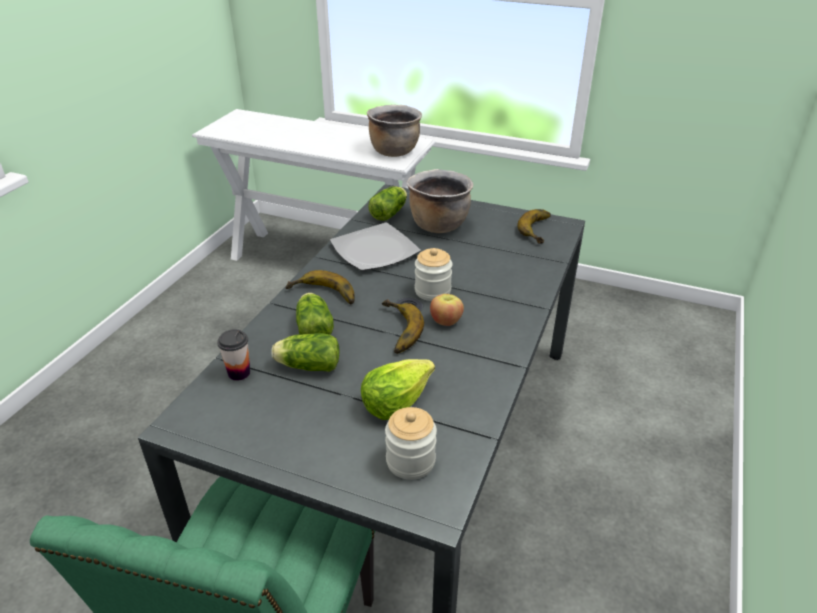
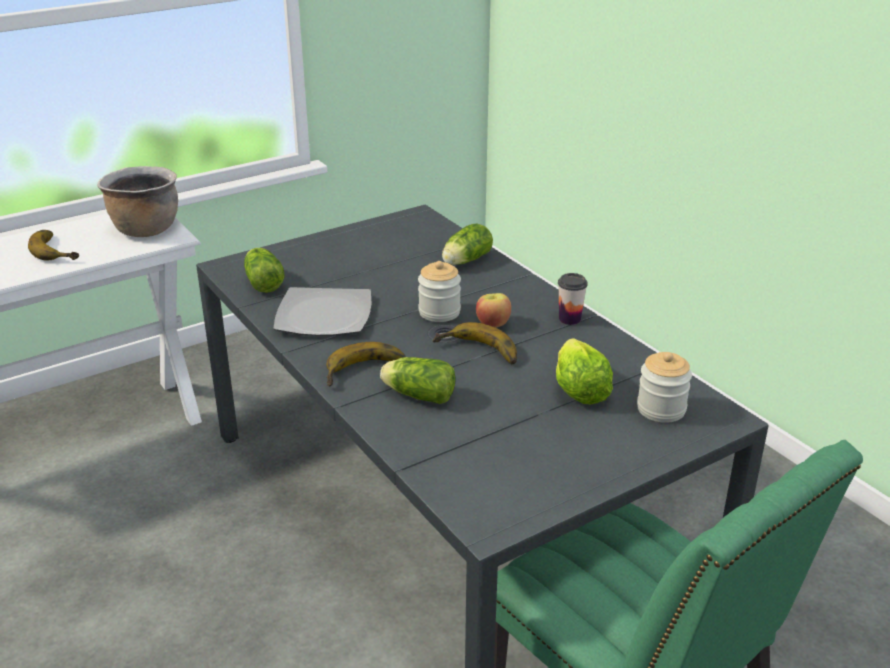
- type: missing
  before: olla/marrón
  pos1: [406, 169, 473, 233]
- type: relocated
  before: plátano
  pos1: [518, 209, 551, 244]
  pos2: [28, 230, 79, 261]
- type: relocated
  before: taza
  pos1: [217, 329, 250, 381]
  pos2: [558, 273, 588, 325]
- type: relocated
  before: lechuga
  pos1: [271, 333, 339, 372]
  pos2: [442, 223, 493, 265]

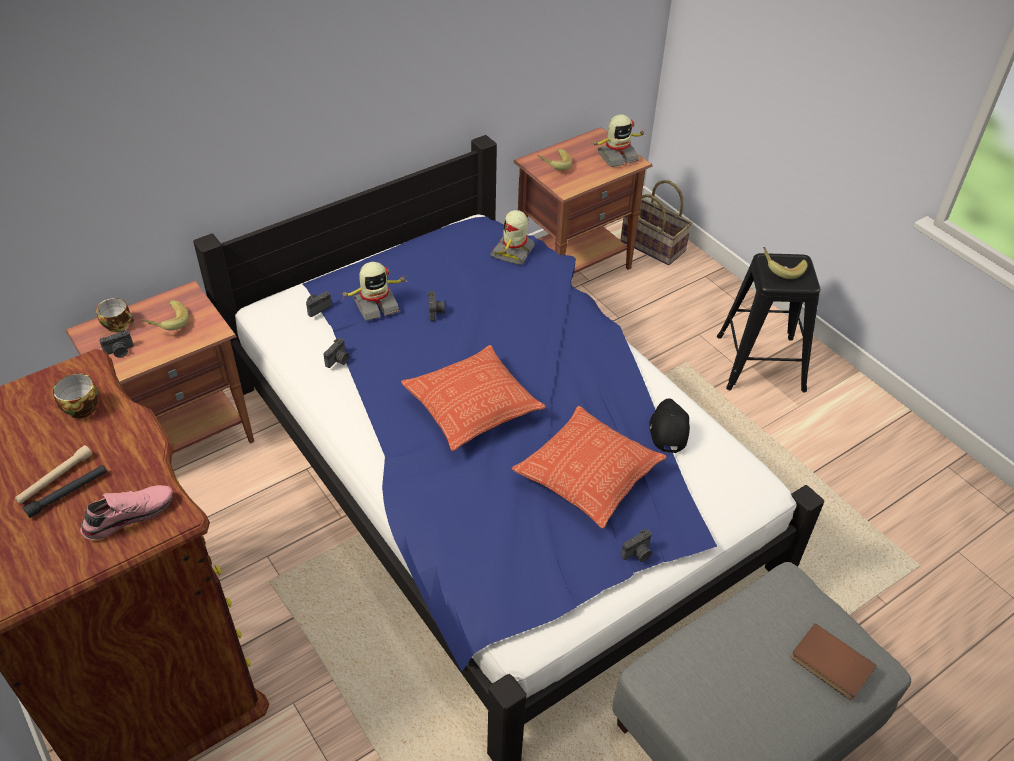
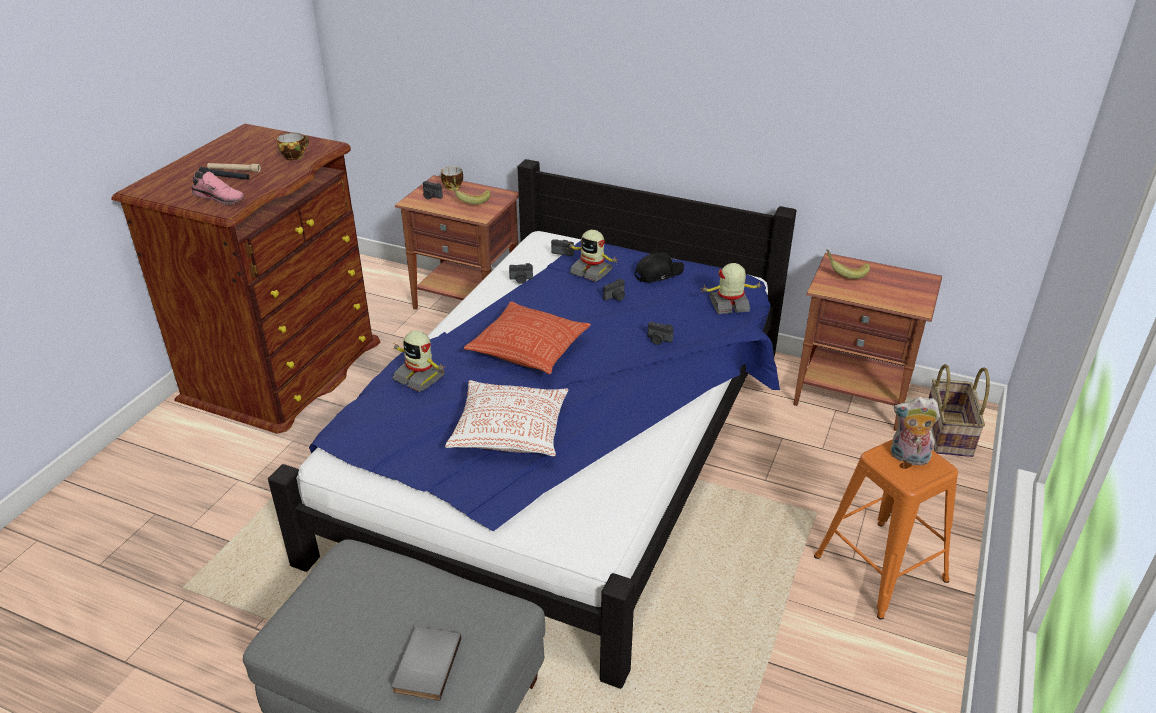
- type: relocated
  before: robot de juguete
  pos1: [592, 114, 645, 167]
  pos2: [392, 331, 446, 392]
- type: exchanged
  before: plátano
  after: peluche
  pos1: [763, 247, 808, 279]
  pos2: [891, 397, 940, 465]
- type: colour
  before: taburete/negro
  after: taburete/naranja
  pos1: [717, 253, 820, 392]
  pos2: [814, 439, 958, 620]
- type: relocated
  before: gorra/negro
  pos1: [649, 398, 690, 453]
  pos2: [635, 252, 684, 283]
- type: colour
  before: cojín/naranja
  after: cojín/blanco
  pos1: [512, 406, 666, 529]
  pos2: [445, 380, 568, 457]
- type: relocated
  before: cámara
  pos1: [621, 529, 652, 562]
  pos2: [648, 322, 674, 345]
- type: colour
  before: libro/marrón
  after: libro/gris
  pos1: [791, 623, 877, 700]
  pos2: [392, 627, 462, 701]

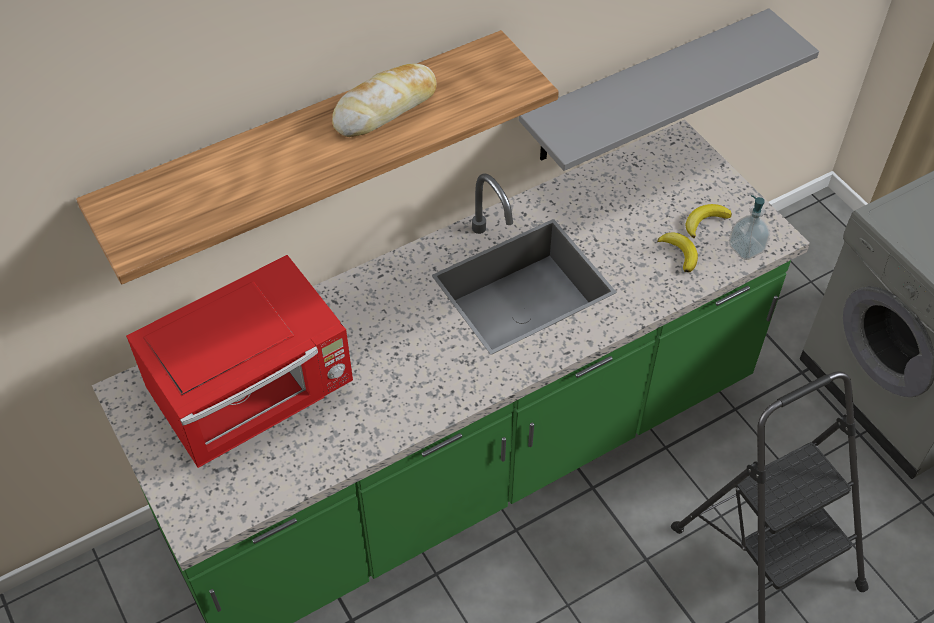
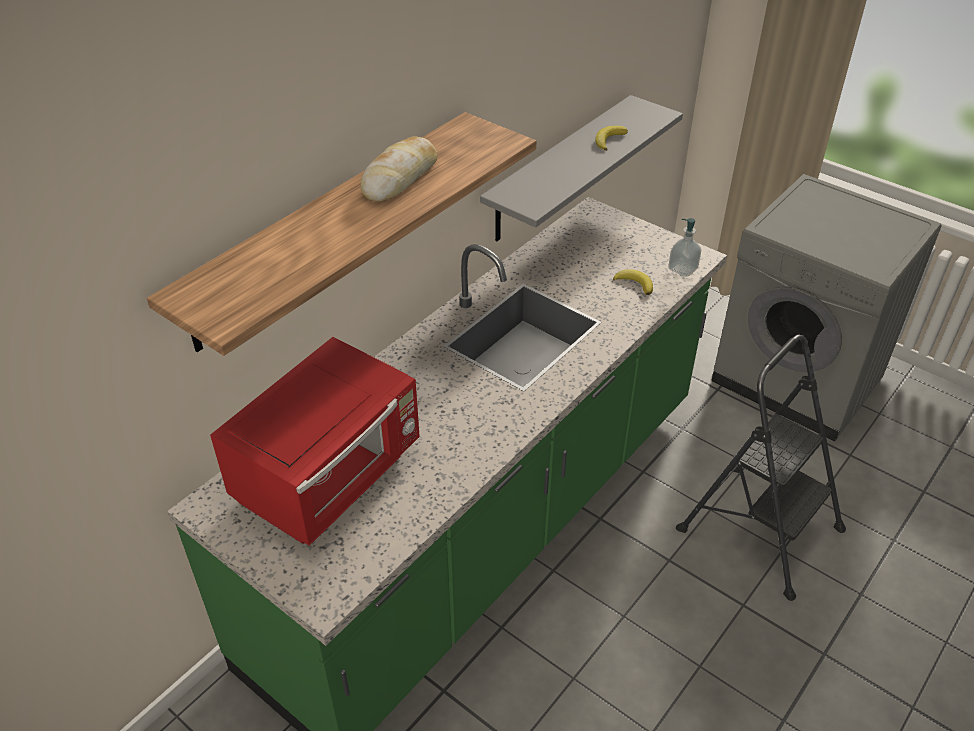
- type: relocated
  before: plátano
  pos1: [686, 204, 732, 238]
  pos2: [595, 126, 628, 151]

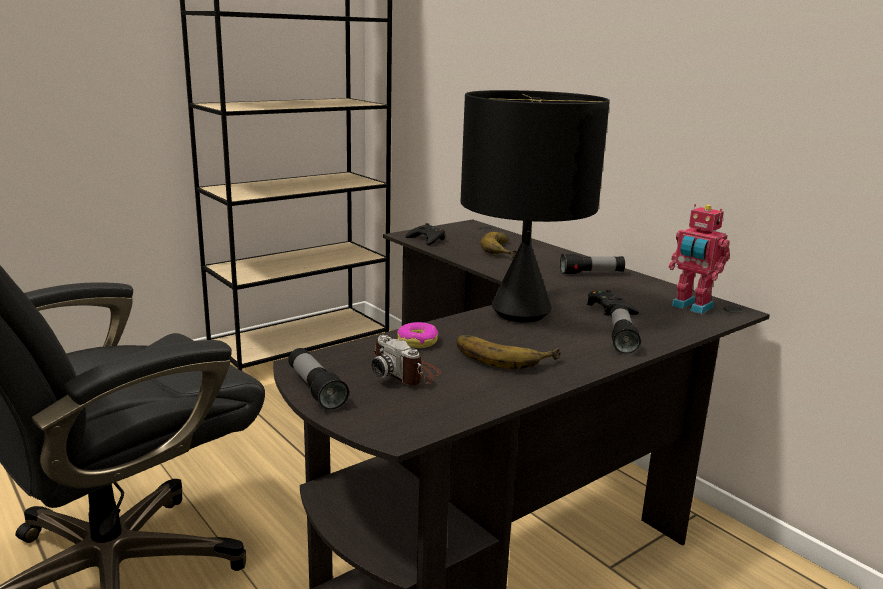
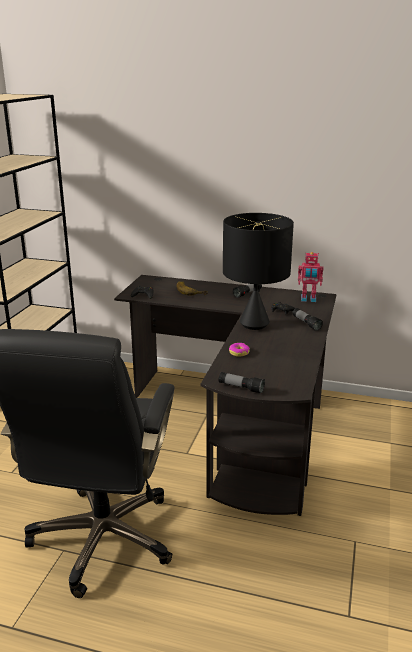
- type: missing
  before: cámara
  pos1: [372, 335, 441, 386]
- type: missing
  before: plátano
  pos1: [456, 335, 561, 369]

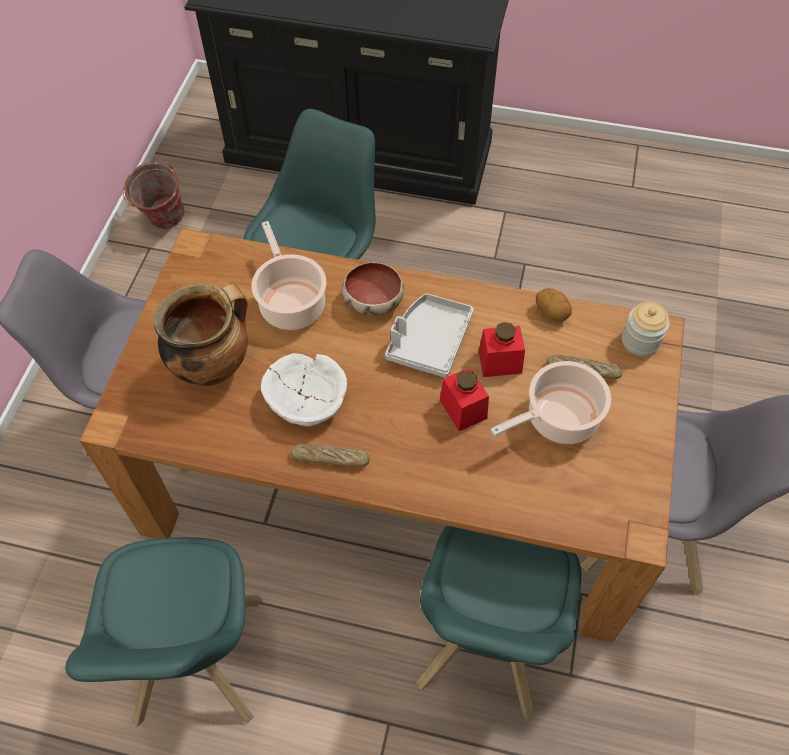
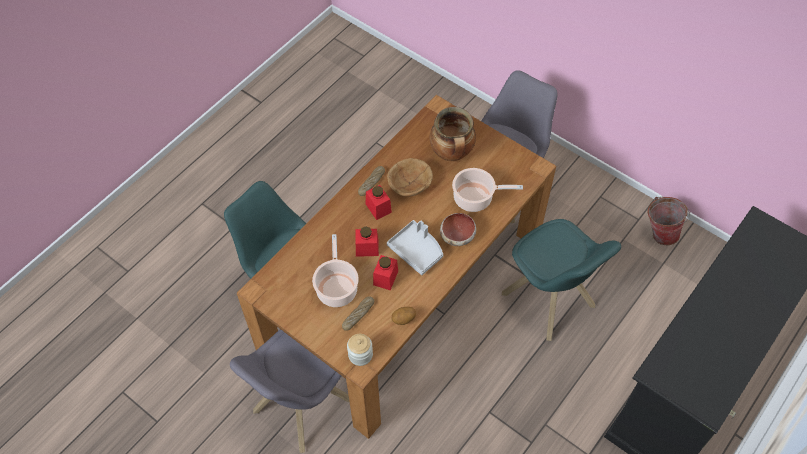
- type: colour
  before: cuenco/blanco
  after: cuenco/marrón
  pos1: [261, 353, 347, 426]
  pos2: [387, 158, 433, 197]
- type: missing
  before: silla/turquesa
  pos1: [65, 537, 263, 727]
- type: appeared
  after: tarro/rojo
  pos2: [366, 185, 392, 220]

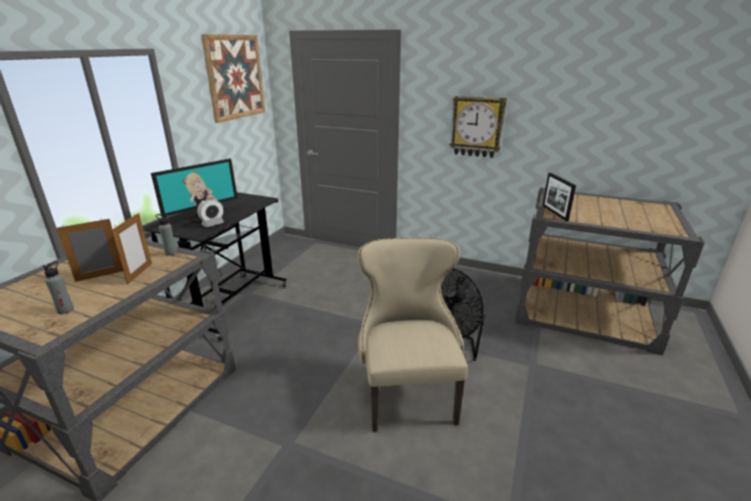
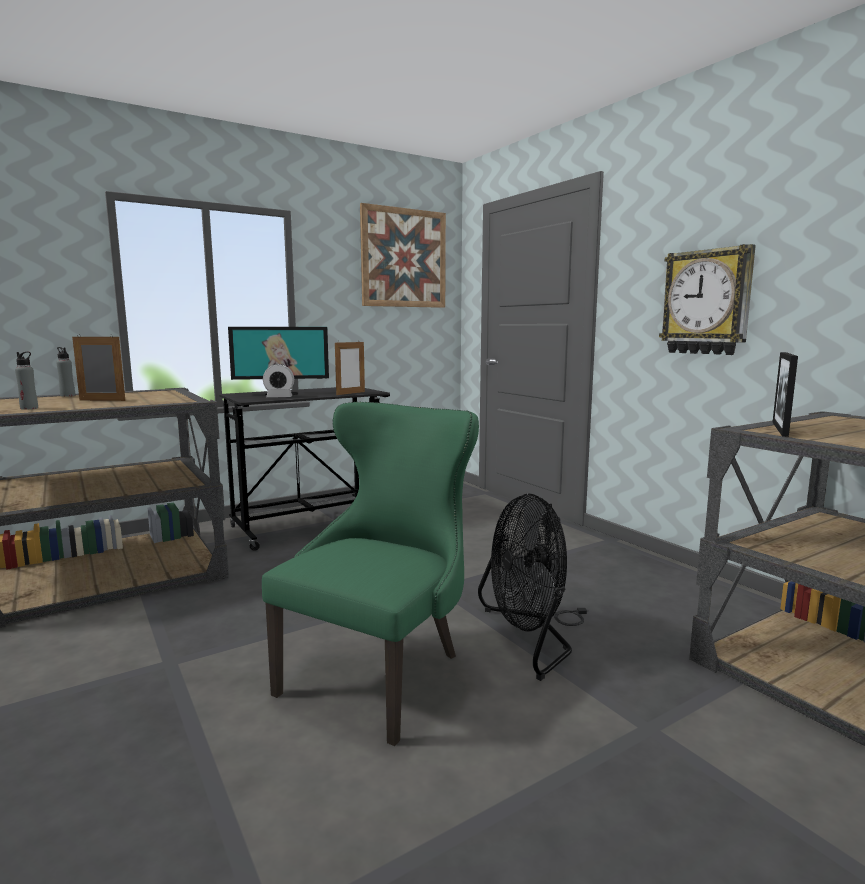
- type: relocated
  before: portarretratos
  pos1: [111, 213, 152, 284]
  pos2: [335, 340, 365, 395]
- type: relocated
  before: botella/gris
  pos1: [156, 214, 177, 256]
  pos2: [56, 347, 75, 397]
- type: colour
  before: silla/beis
  after: silla/verde
  pos1: [358, 238, 468, 432]
  pos2: [262, 402, 479, 746]

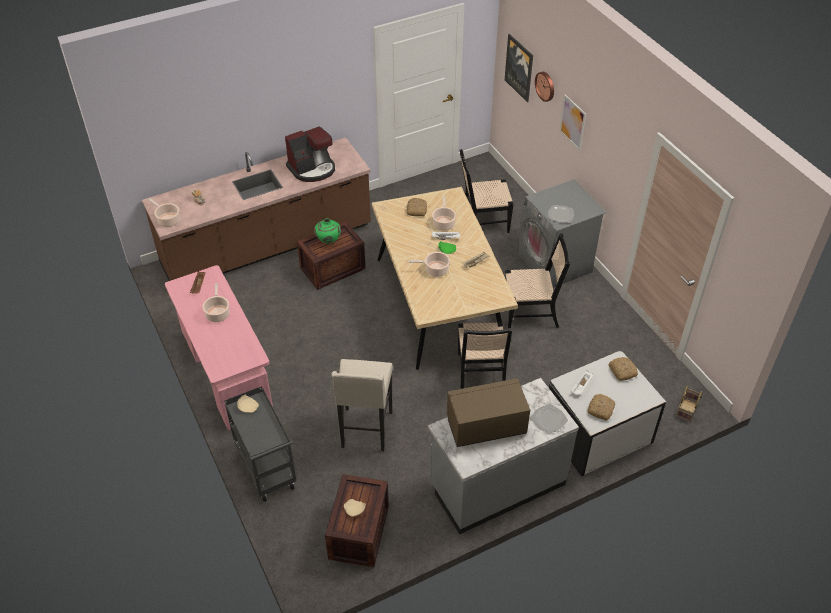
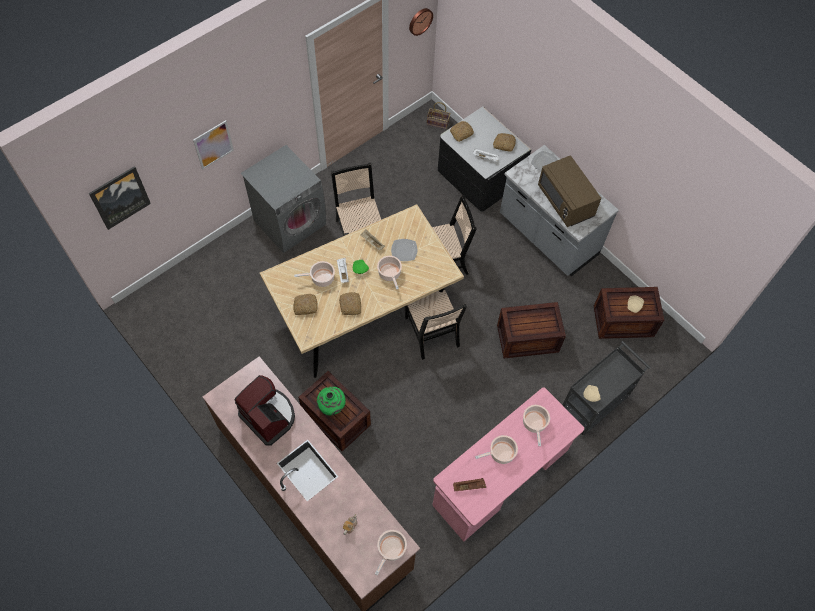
- type: relocated
  before: reloj de pared
  pos1: [535, 72, 554, 102]
  pos2: [409, 8, 433, 36]
- type: relocated
  before: silla
  pos1: [460, 149, 513, 233]
  pos2: [405, 288, 467, 360]
- type: relocated
  before: plato
  pos1: [548, 205, 574, 223]
  pos2: [391, 239, 418, 261]
- type: exchanged
  before: taburete/beis
  after: caja de embalaje
  pos1: [332, 359, 393, 451]
  pos2: [497, 302, 566, 358]
- type: appeared
  after: pan
  pos2: [339, 292, 361, 315]
- type: appeared
  after: olla
  pos2: [523, 405, 550, 446]

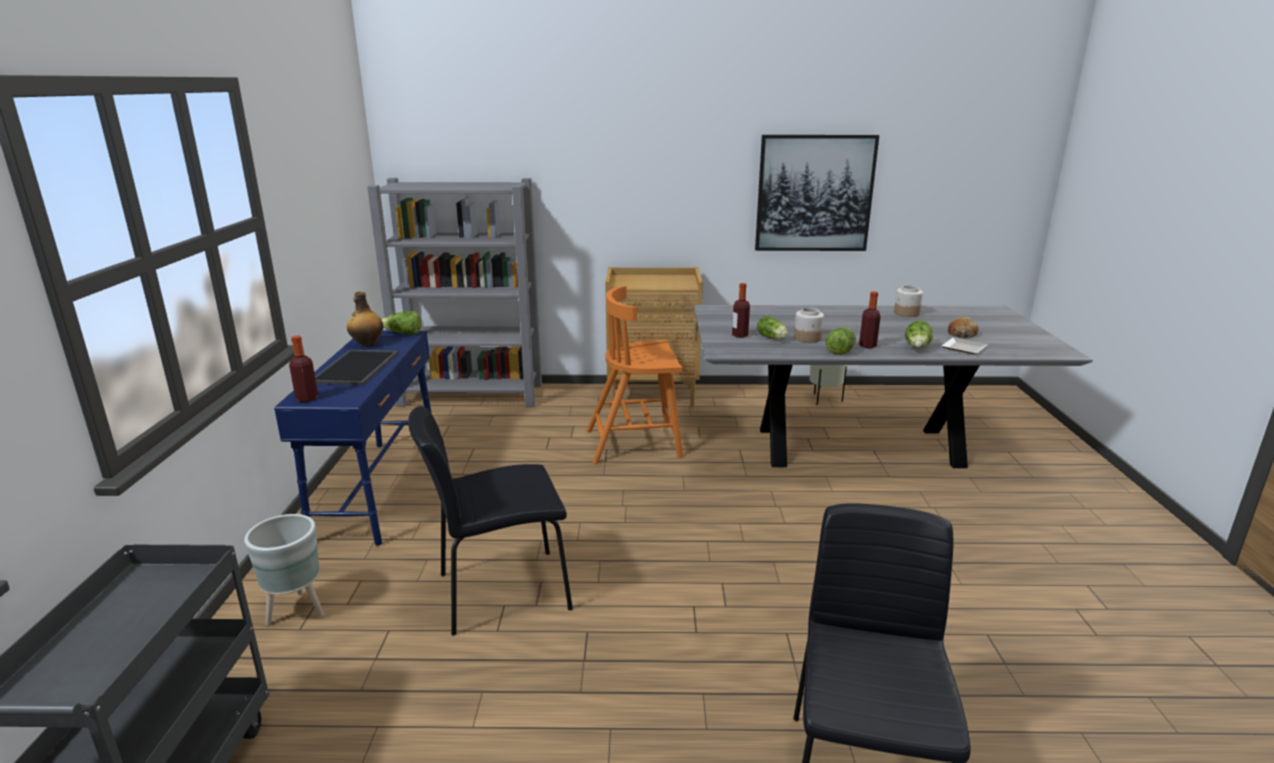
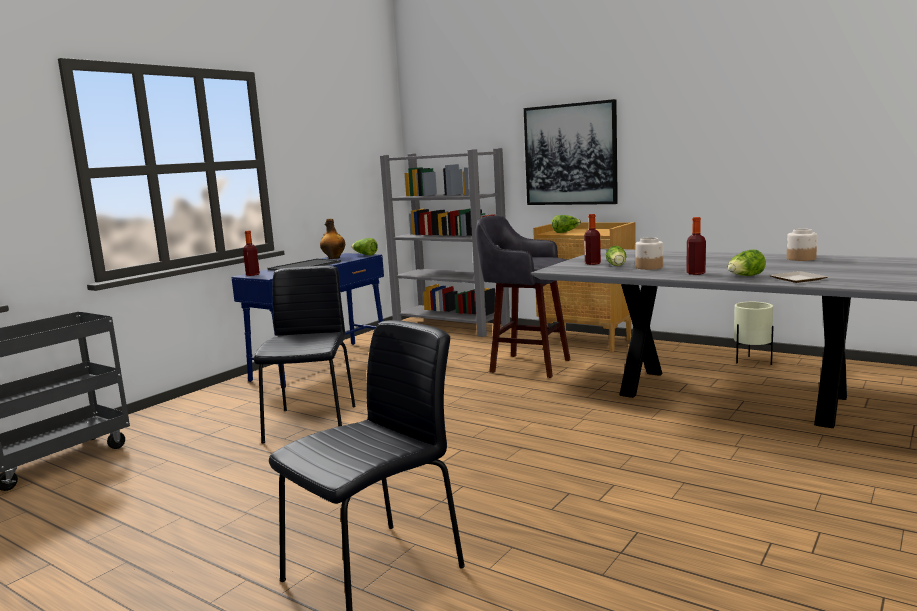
- type: relocated
  before: cuadro
  pos1: [755, 135, 879, 251]
  pos2: [524, 99, 618, 205]
- type: exchanged
  before: silla/naranja
  after: taburete/gris
  pos1: [586, 286, 683, 464]
  pos2: [475, 216, 570, 378]
- type: missing
  before: pan
  pos1: [948, 317, 979, 338]
- type: relocated
  before: lechuga
  pos1: [825, 328, 856, 355]
  pos2: [552, 215, 581, 233]
- type: spun
  before: silla/negro
  pos1: [408, 406, 573, 636]
  pos2: [254, 266, 356, 444]
  turn: 75
- type: missing
  before: maceta/gris
  pos1: [244, 514, 324, 626]

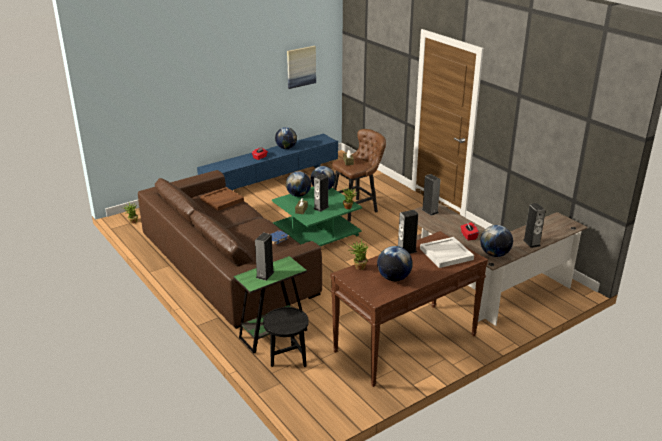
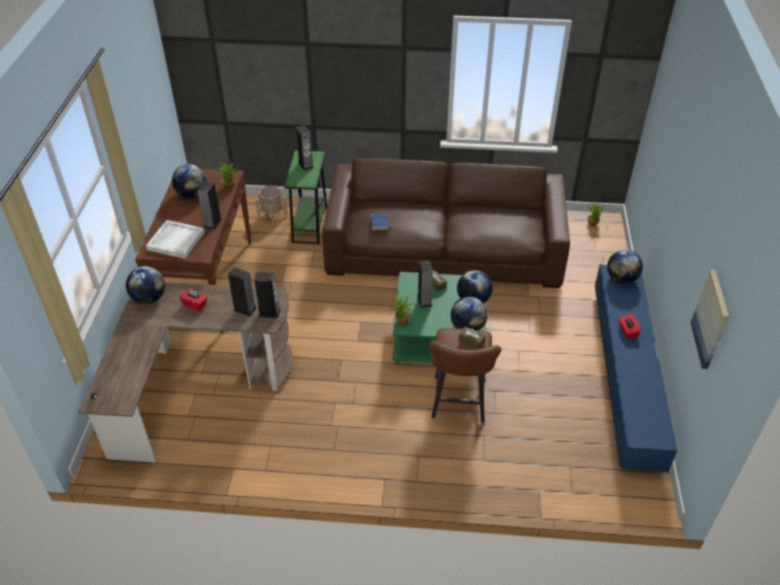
- type: relocated
  before: globo terráqueo
  pos1: [275, 127, 297, 149]
  pos2: [607, 250, 643, 284]
- type: missing
  before: bandeja/marrón
  pos1: [200, 187, 244, 211]
- type: relocated
  before: altavoz
  pos1: [523, 203, 546, 248]
  pos2: [228, 267, 257, 316]
- type: exchanged
  before: mesa auxiliar/negro
  after: maceta/beis
  pos1: [263, 307, 309, 367]
  pos2: [255, 185, 288, 226]

